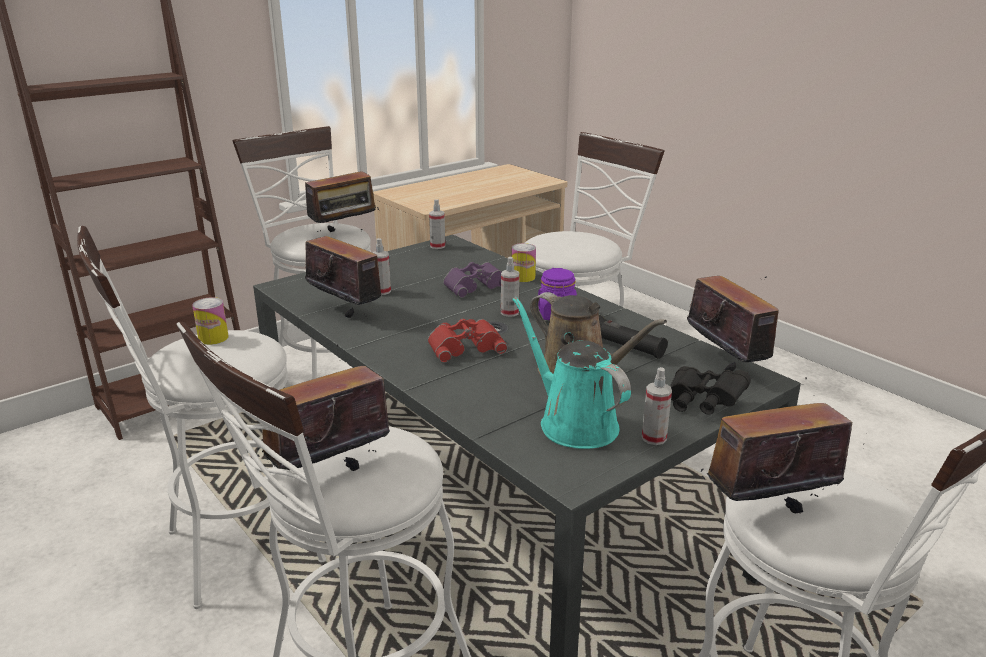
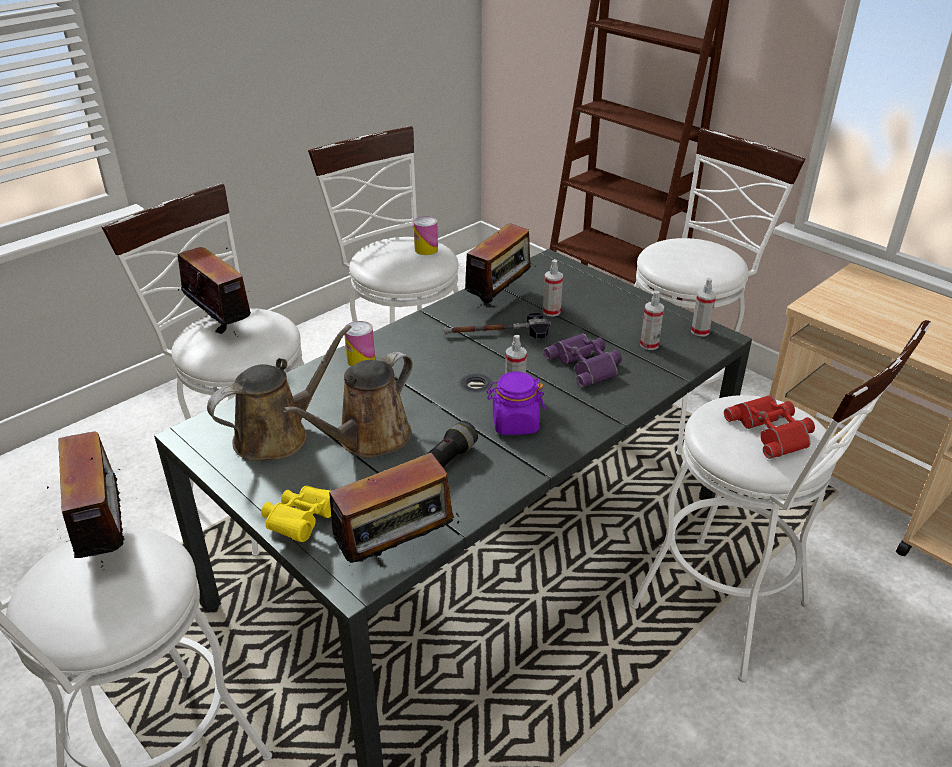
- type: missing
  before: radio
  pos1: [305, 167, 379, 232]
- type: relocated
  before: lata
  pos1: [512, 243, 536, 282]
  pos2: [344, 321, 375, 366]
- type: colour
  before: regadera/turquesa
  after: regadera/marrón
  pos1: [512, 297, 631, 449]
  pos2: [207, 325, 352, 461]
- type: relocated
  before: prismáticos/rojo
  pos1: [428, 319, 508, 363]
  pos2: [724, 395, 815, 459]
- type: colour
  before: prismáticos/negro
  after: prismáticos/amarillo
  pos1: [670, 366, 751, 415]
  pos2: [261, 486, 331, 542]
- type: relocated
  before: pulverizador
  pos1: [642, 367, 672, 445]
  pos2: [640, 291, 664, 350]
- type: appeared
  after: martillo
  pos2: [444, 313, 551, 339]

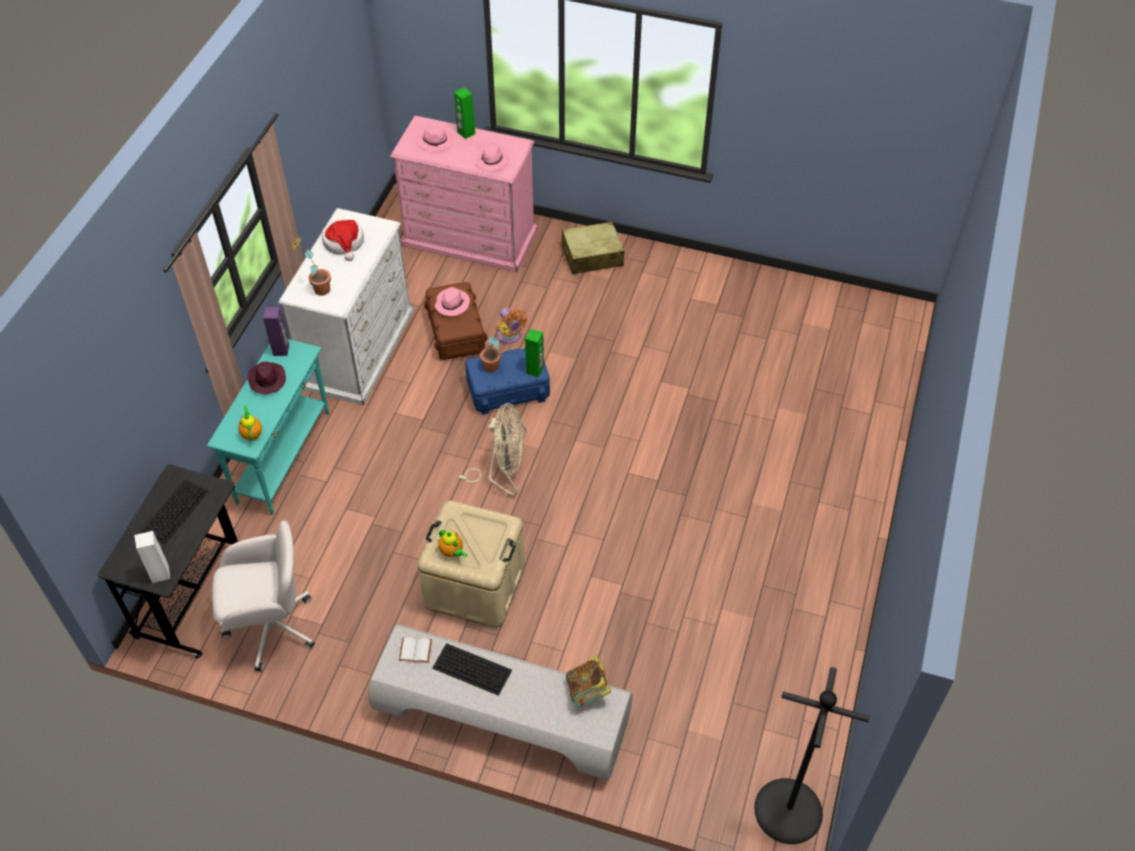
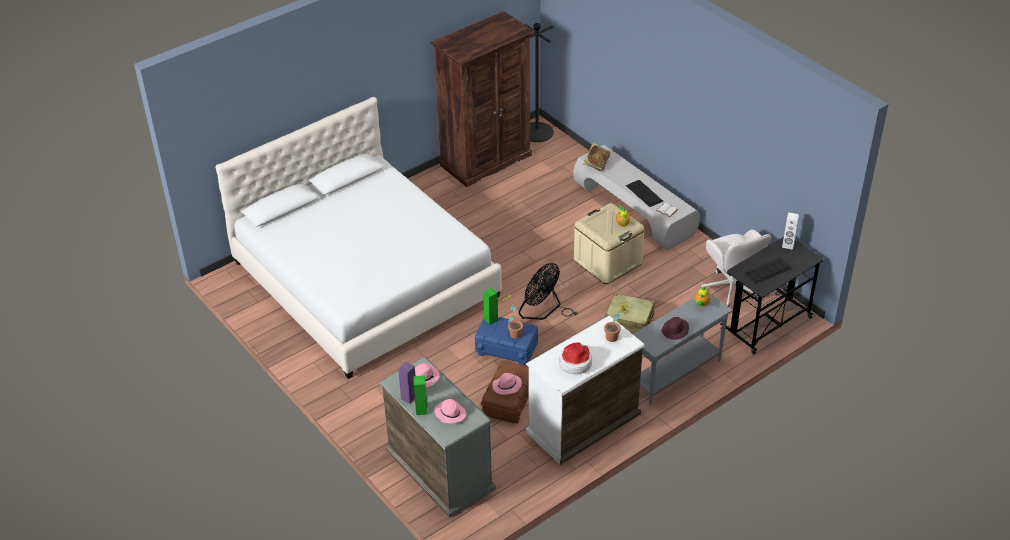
- type: colour
  before: cómoda/rosa
  after: cómoda/gris
  pos1: [390, 116, 538, 272]
  pos2: [379, 357, 496, 518]
- type: relocated
  before: maleta/beis
  pos1: [561, 222, 625, 274]
  pos2: [605, 293, 655, 334]
- type: relocated
  before: altavoz/morado
  pos1: [263, 307, 289, 356]
  pos2: [398, 362, 415, 403]
- type: missing
  before: ventilador/naranja
  pos1: [497, 308, 528, 344]
- type: colour
  before: mesa consola/turquesa
  after: mesa consola/gris
  pos1: [207, 339, 329, 515]
  pos2: [633, 293, 733, 405]
- type: colour
  before: ventilador/beis
  after: ventilador/negro
  pos1: [459, 403, 527, 497]
  pos2: [518, 263, 577, 320]
- type: spun
  before: silla de oficina/blanco
  pos1: [212, 520, 315, 671]
  pos2: [701, 229, 771, 307]
  turn: -135
- type: appeared
  after: armario ropero/marrón
  pos2: [431, 11, 535, 187]
- type: appeared
  after: cama/blanco
  pos2: [216, 97, 502, 379]

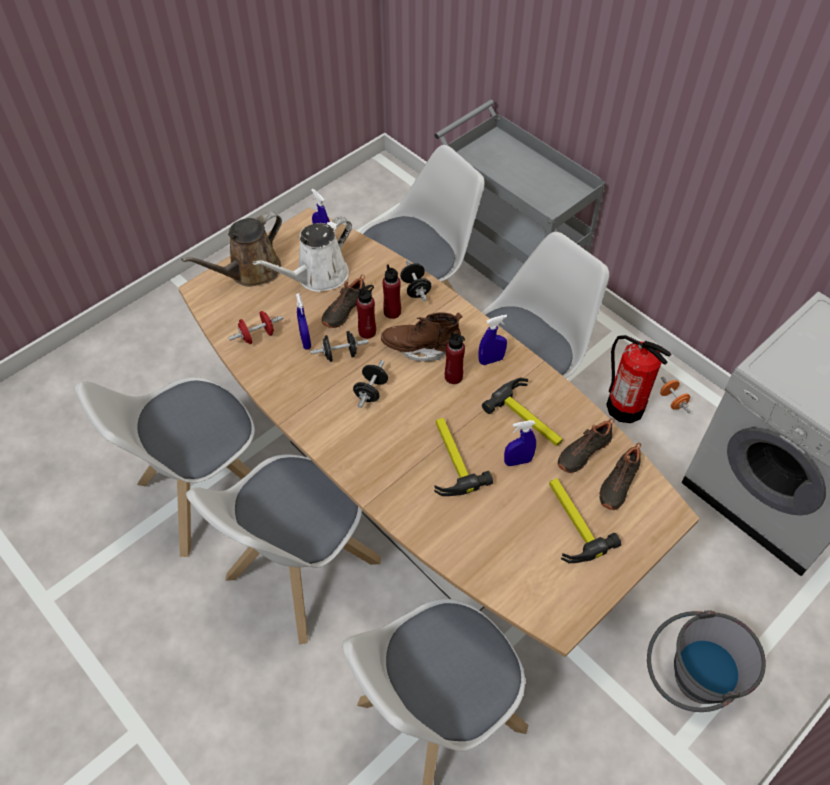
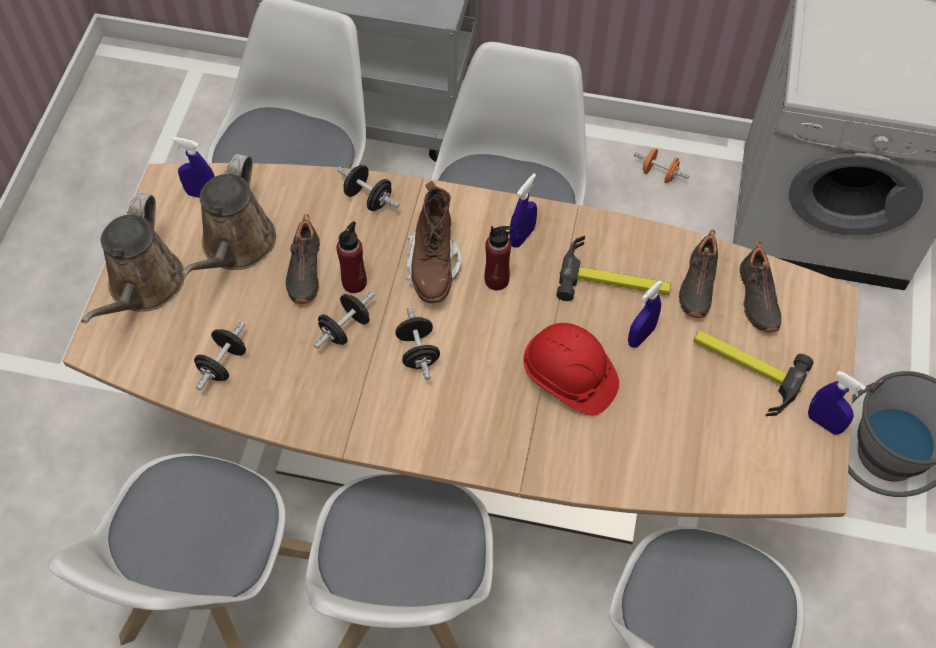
- type: colour
  before: regadera/blanco
  after: regadera/marrón
  pos1: [253, 217, 352, 292]
  pos2: [181, 154, 276, 276]
- type: missing
  before: botella/rojo
  pos1: [382, 264, 401, 319]
- type: relocated
  before: pulverizador/azul
  pos1: [296, 293, 311, 350]
  pos2: [808, 371, 866, 435]
- type: colour
  before: mancuerna/rojo
  after: mancuerna/negro
  pos1: [229, 311, 283, 344]
  pos2: [194, 321, 246, 390]
- type: spun
  before: bota/marrón
  pos1: [381, 312, 463, 362]
  pos2: [407, 181, 461, 303]
  turn: -60
- type: missing
  before: extintor
  pos1: [606, 335, 671, 423]
- type: exchanged
  before: martillo
  after: casco/rojo
  pos1: [434, 418, 493, 496]
  pos2: [523, 323, 619, 416]

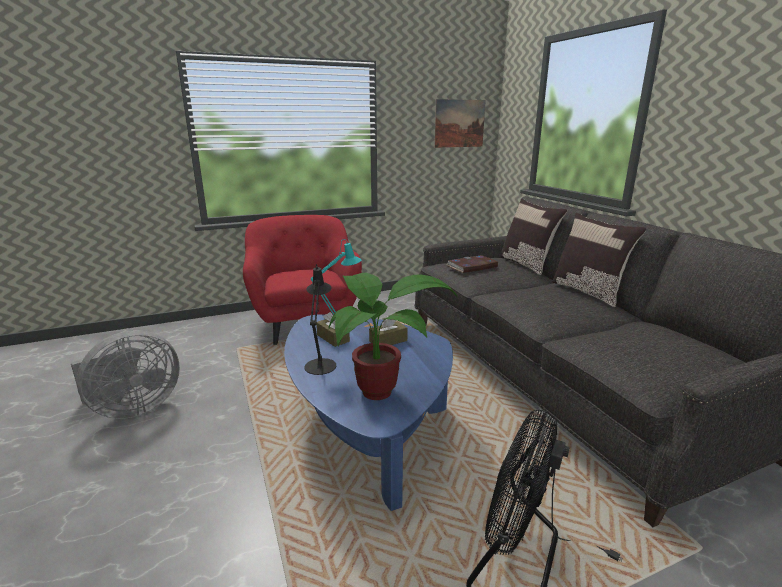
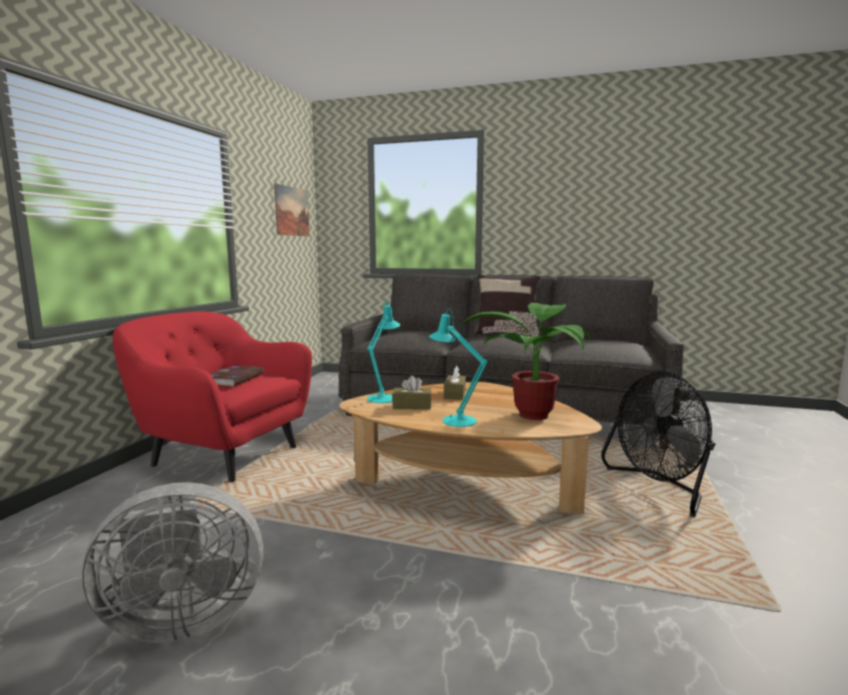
- type: missing
  before: cojín
  pos1: [501, 198, 567, 275]
- type: relocated
  before: libro
  pos1: [448, 255, 498, 273]
  pos2: [210, 366, 263, 387]
- type: colour
  before: lámpara de mesa/negro
  after: lámpara de mesa/turquesa
  pos1: [304, 264, 336, 375]
  pos2: [429, 309, 487, 427]
- type: colour
  before: mesa de centro/azul
  after: mesa de centro/marrón
  pos1: [284, 314, 453, 511]
  pos2: [340, 382, 602, 514]
- type: spun
  before: ventilador/gris
  pos1: [70, 330, 180, 419]
  pos2: [82, 482, 263, 642]
  turn: 75

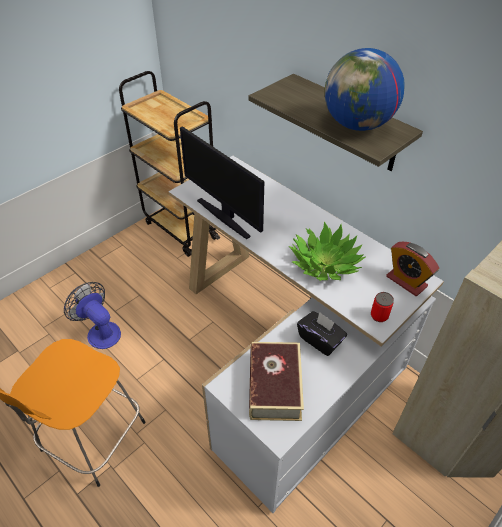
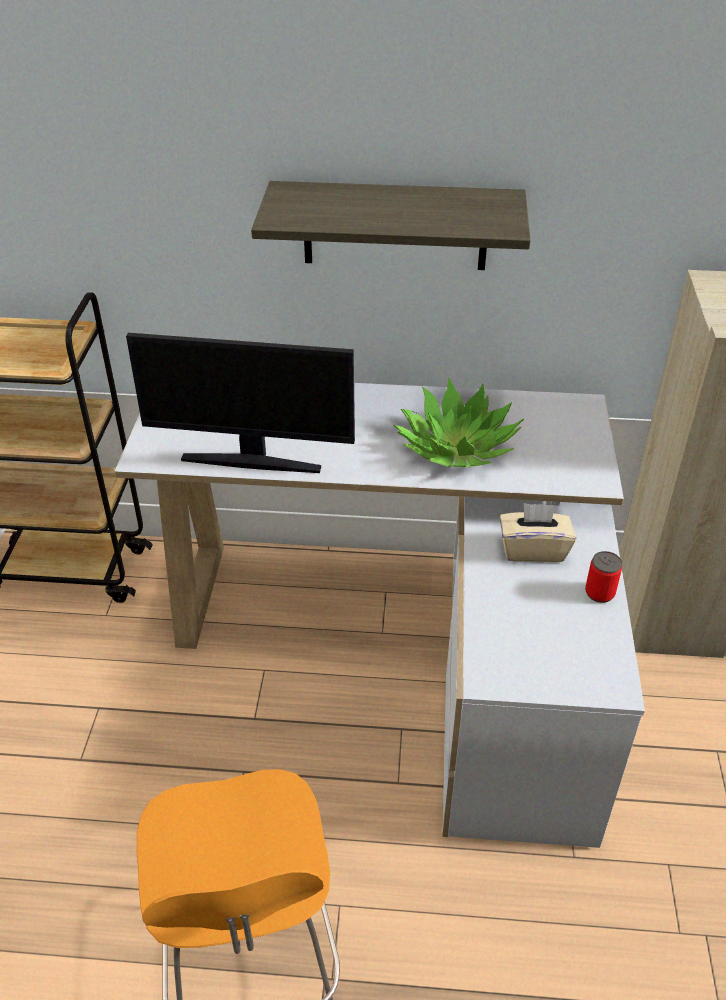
- type: missing
  before: globo terráqueo
  pos1: [324, 48, 405, 131]
- type: missing
  before: despertador
  pos1: [386, 242, 439, 296]
- type: missing
  before: ventilador
  pos1: [64, 282, 121, 349]
- type: relocated
  before: lata
  pos1: [371, 292, 394, 322]
  pos2: [585, 551, 622, 603]
- type: colour
  before: caja de pañuelos/negro
  after: caja de pañuelos/beis
  pos1: [297, 311, 347, 356]
  pos2: [500, 503, 576, 562]
- type: missing
  before: libro
  pos1: [249, 342, 304, 421]

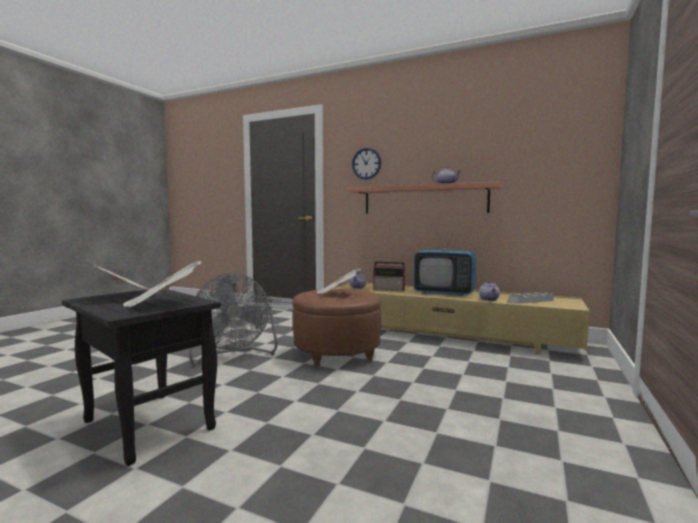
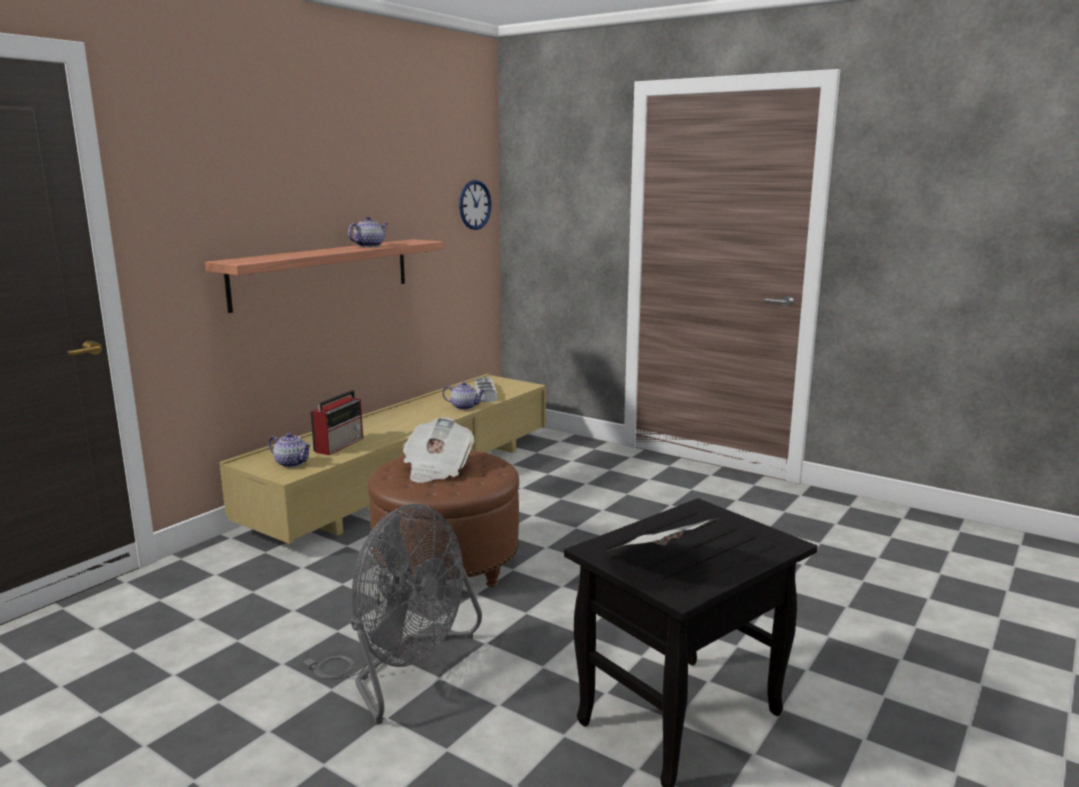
- type: relocated
  before: reloj de pared
  pos1: [352, 148, 381, 180]
  pos2: [459, 180, 491, 230]
- type: missing
  before: televisor
  pos1: [413, 222, 476, 296]
- type: missing
  before: periódico
  pos1: [123, 261, 202, 307]
- type: spun
  before: ventilador/gris
  pos1: [189, 273, 278, 368]
  pos2: [304, 504, 482, 725]
  turn: 45

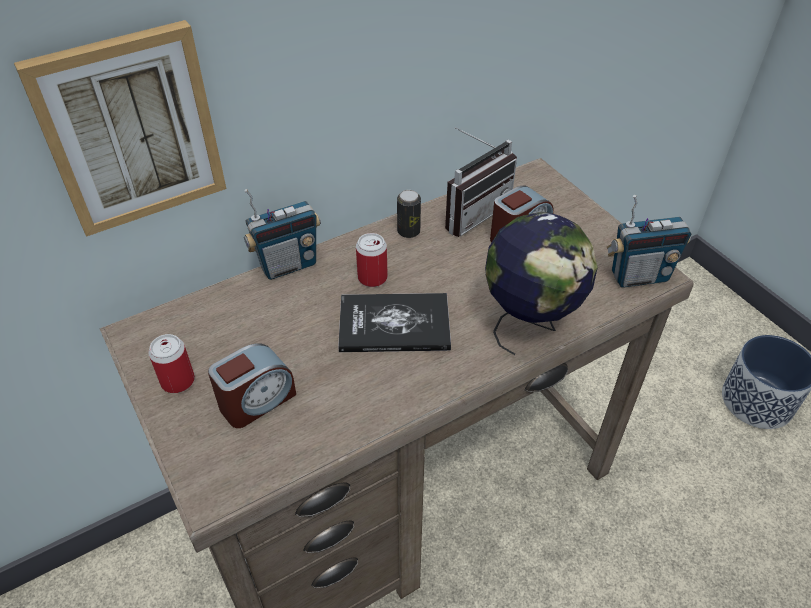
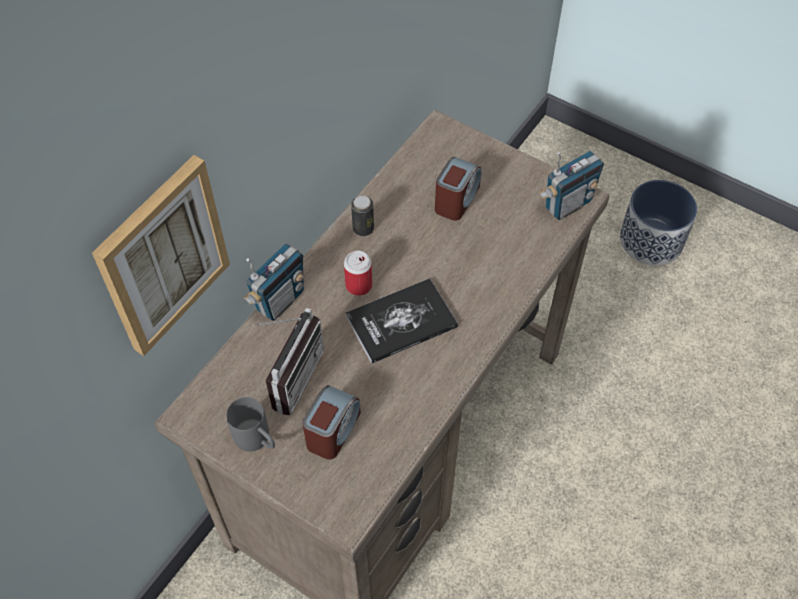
- type: relocated
  before: radio
  pos1: [445, 127, 517, 237]
  pos2: [253, 308, 324, 415]
- type: missing
  before: globo terráqueo
  pos1: [485, 212, 598, 355]
- type: exchanged
  before: lata
  after: taza grande/gris
  pos1: [148, 334, 195, 393]
  pos2: [226, 397, 275, 452]

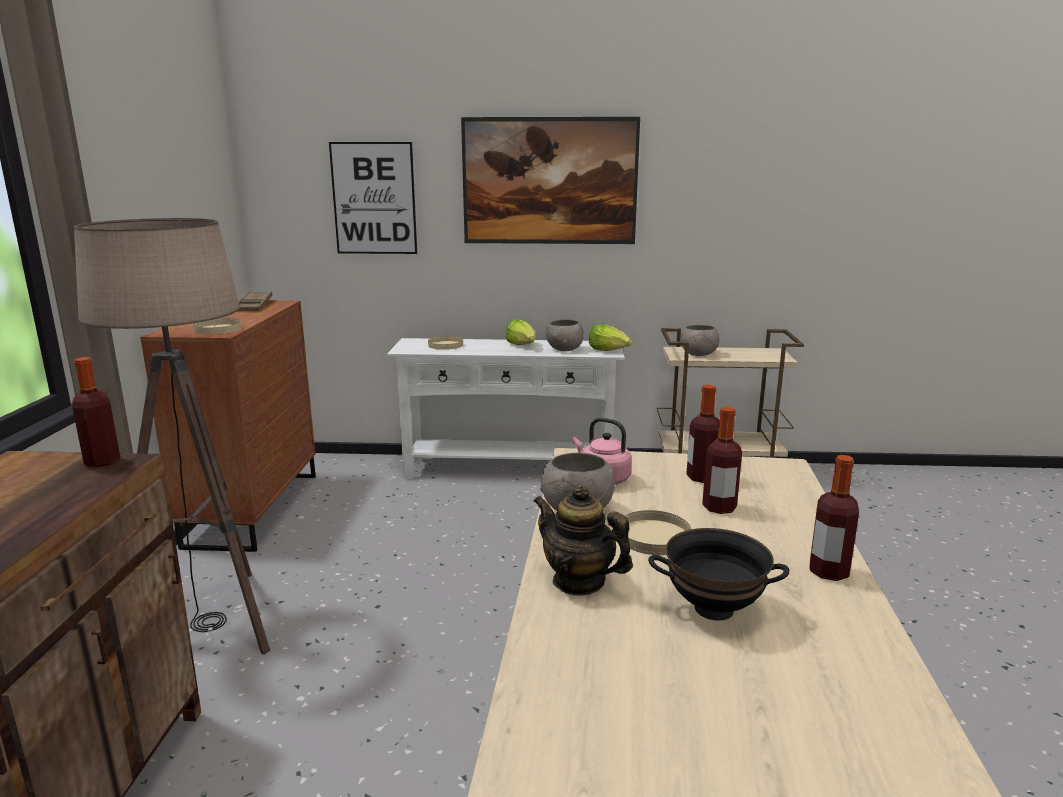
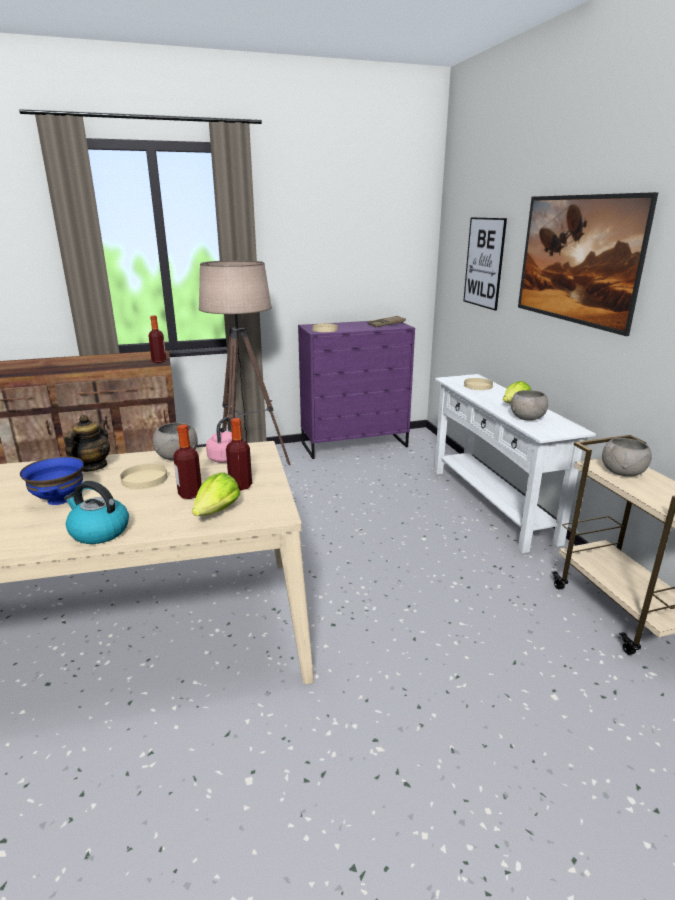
- type: colour
  before: cómoda/marrón
  after: cómoda/morado
  pos1: [140, 300, 316, 552]
  pos2: [298, 321, 415, 459]
- type: relocated
  before: lechuga
  pos1: [589, 324, 632, 351]
  pos2: [192, 472, 240, 516]
- type: exchanged
  before: botella
  after: hervidor
  pos1: [809, 455, 859, 581]
  pos2: [64, 481, 129, 544]
- type: colour
  before: cuenco/negro
  after: cuenco/azul
  pos1: [648, 528, 789, 621]
  pos2: [20, 456, 84, 505]

